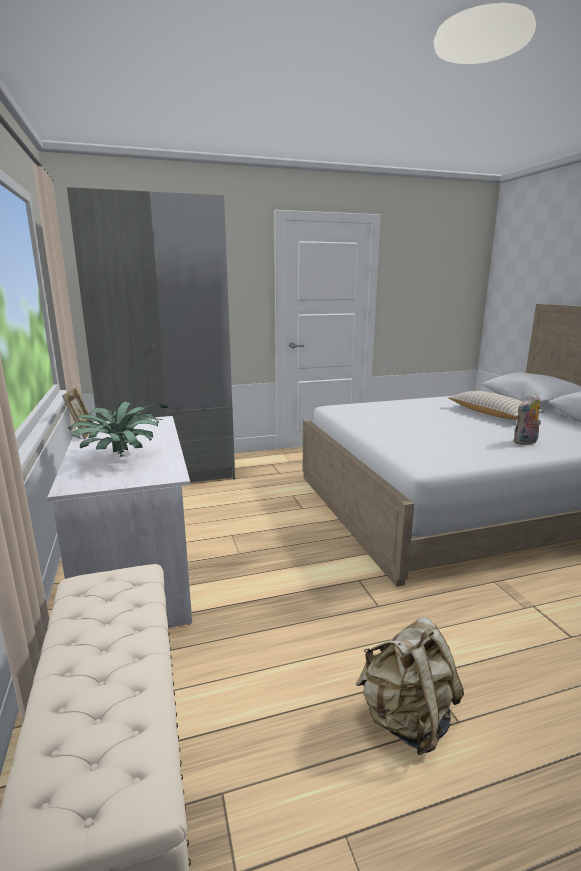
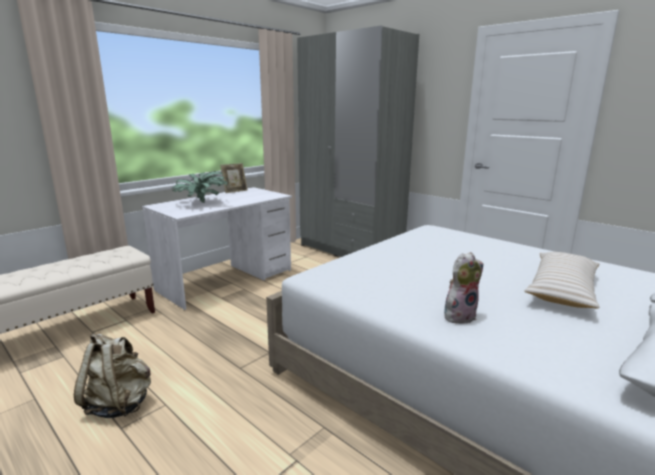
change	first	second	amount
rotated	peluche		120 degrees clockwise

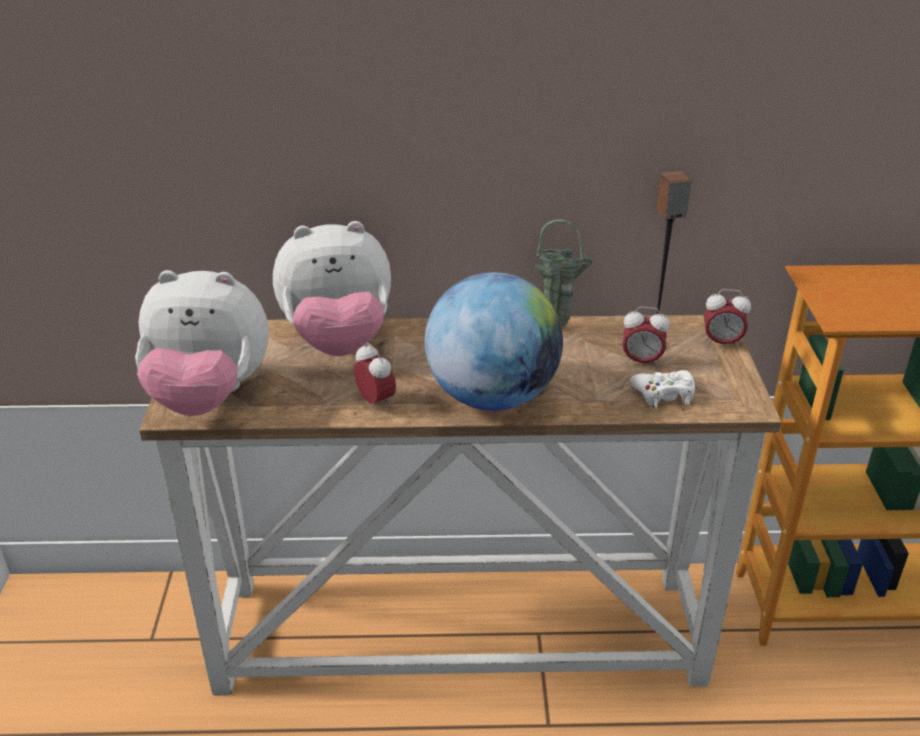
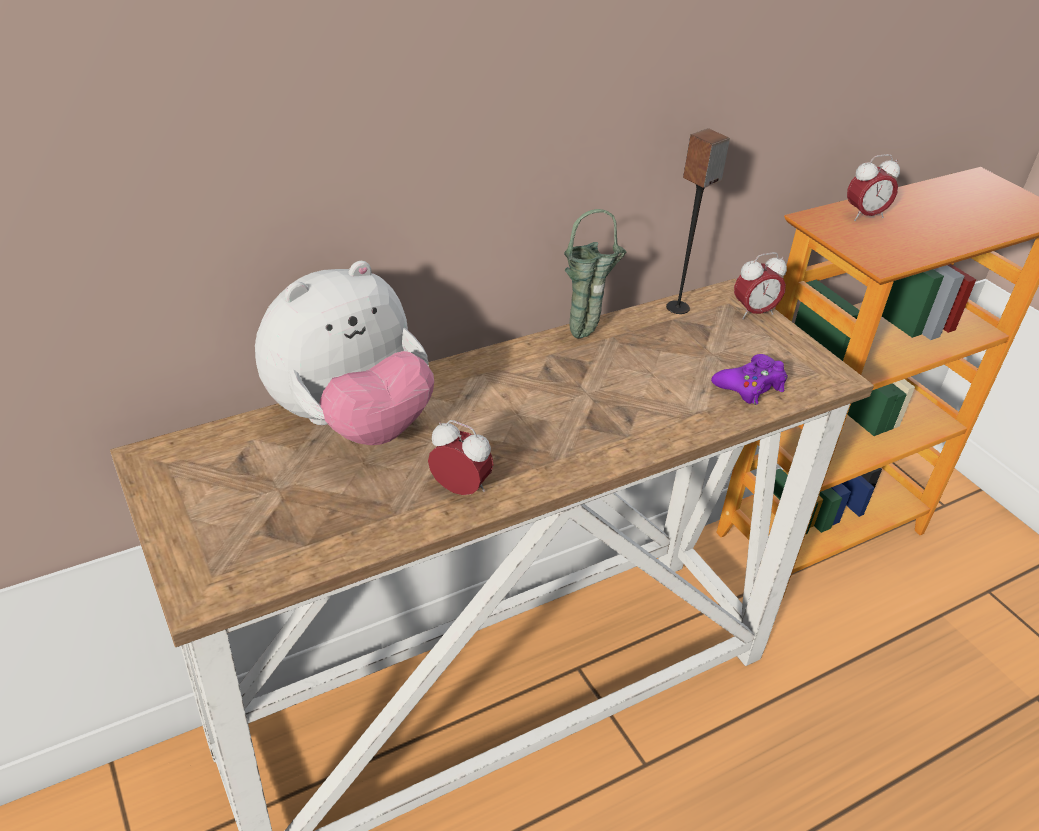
change	first	second	amount
gone	peluche (no. 1 from left)		
gone	globo terráqueo		
shifted	despertador (no. 2 from left in the first image)	despertador (no. 3 from left)	
repainted	mando de consola (blanco)	mando de consola (morado)	

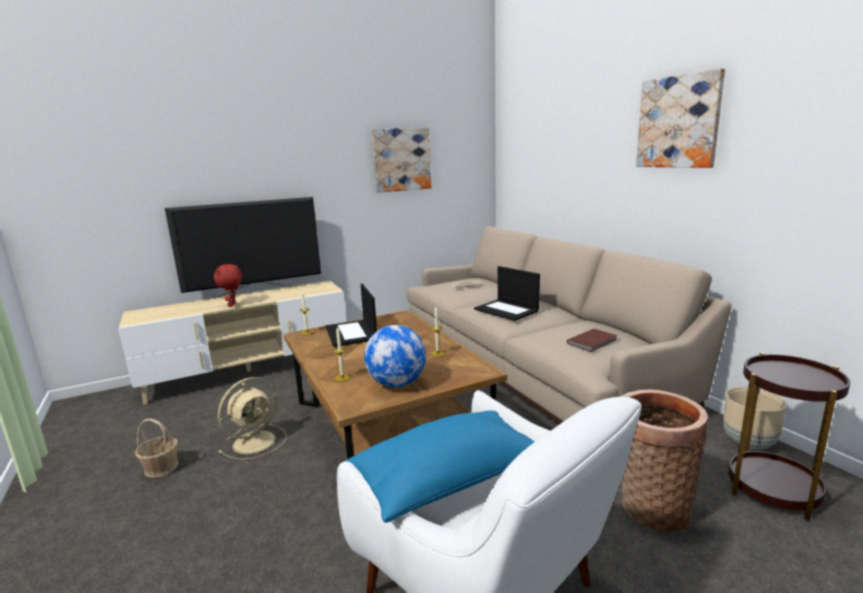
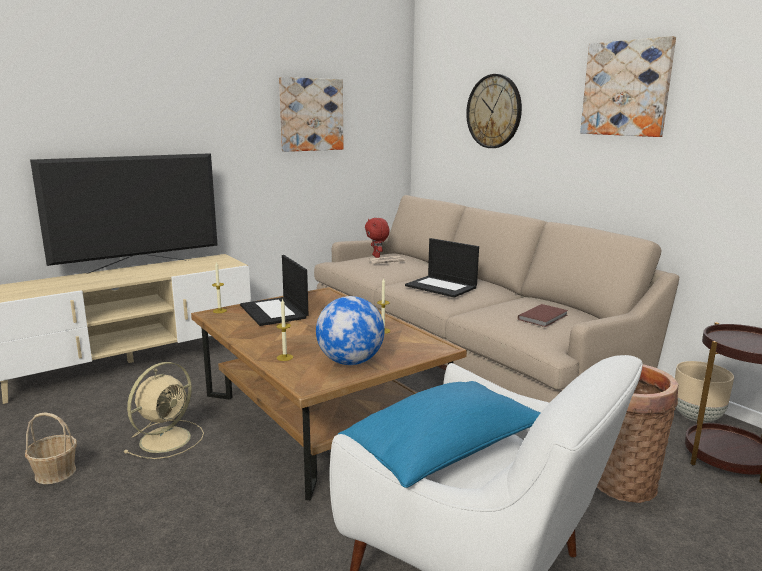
change	first	second	amount
shifted	peluche (rojo)		
new		reloj de pared	

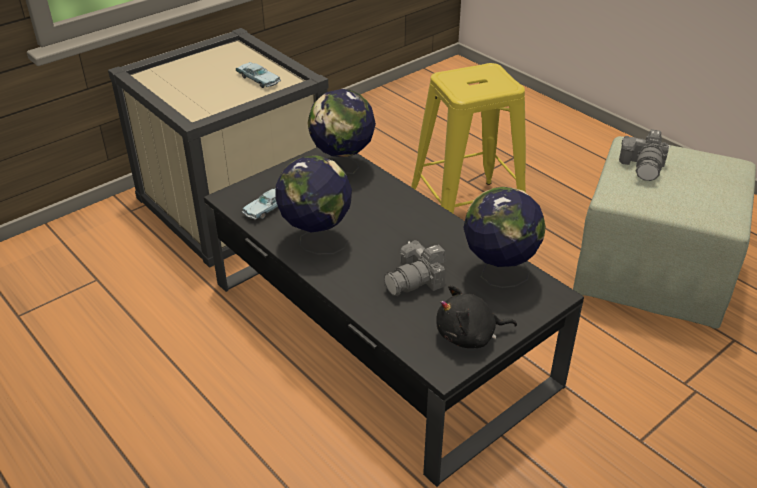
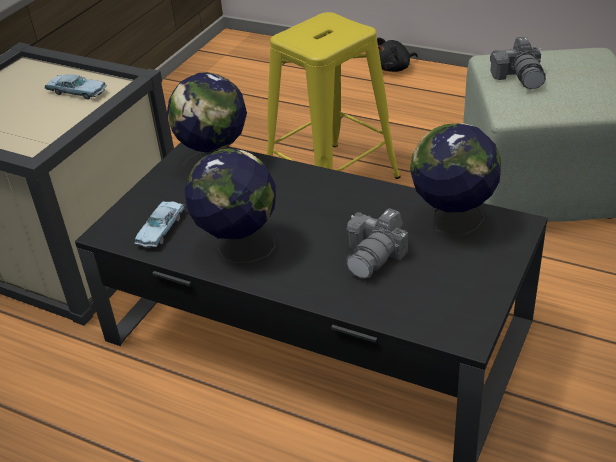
change	first	second	amount
shifted	peluche (negro)		

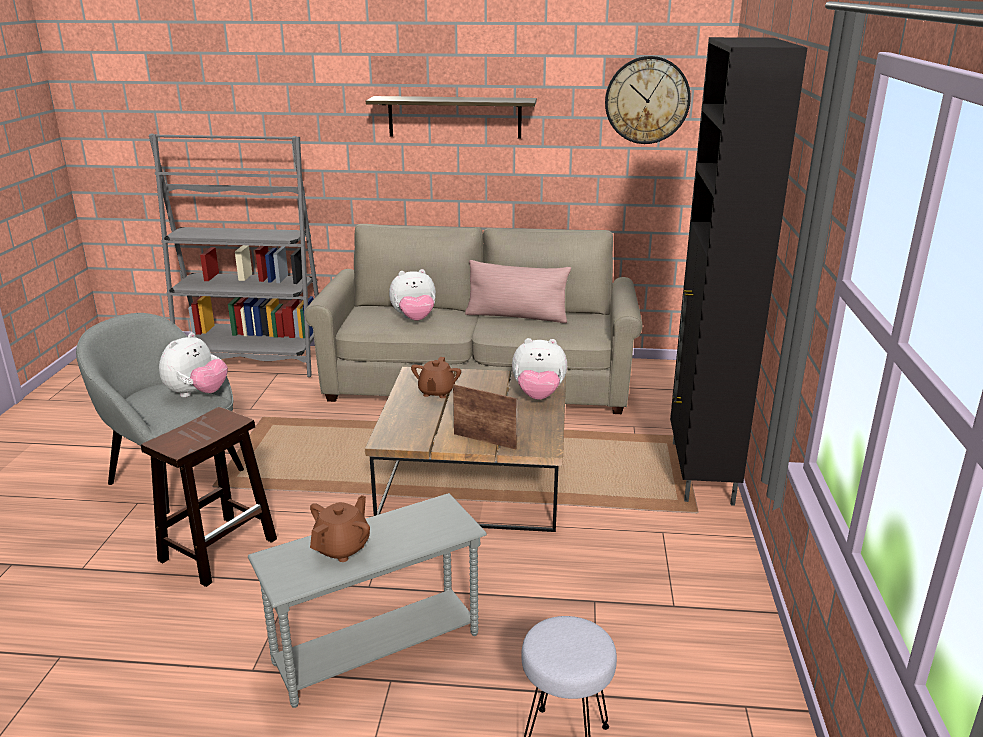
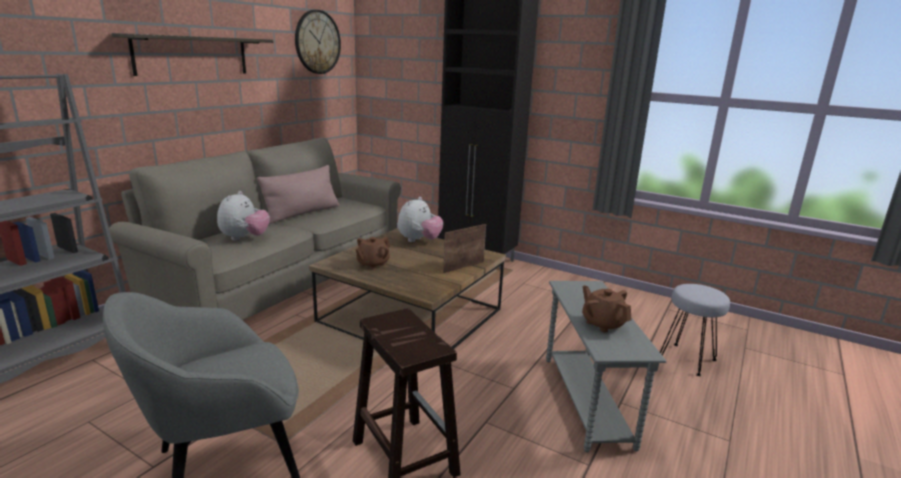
change	first	second	amount
gone	peluche (no. 1 from left)		
rotated	tetera (marrón) (no. 2 from left in the first image)	tetera (marrón) (no. 1 from left)	90 degrees clockwise

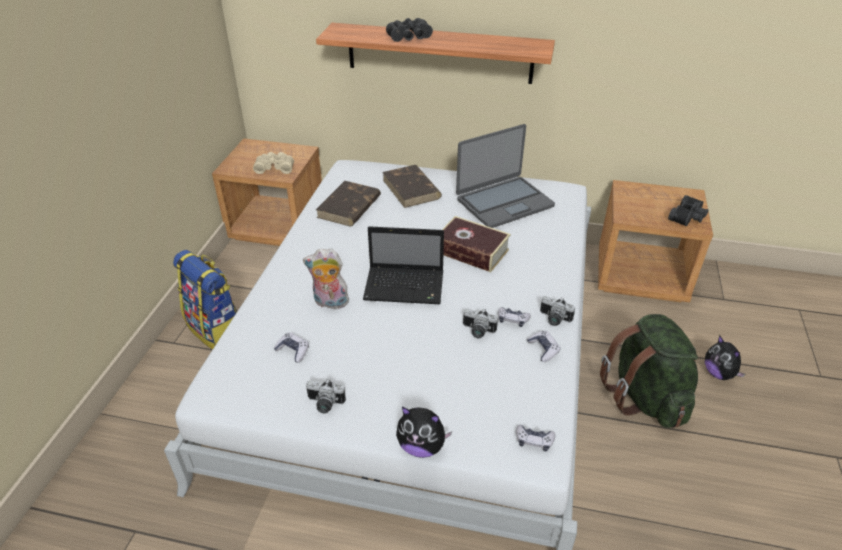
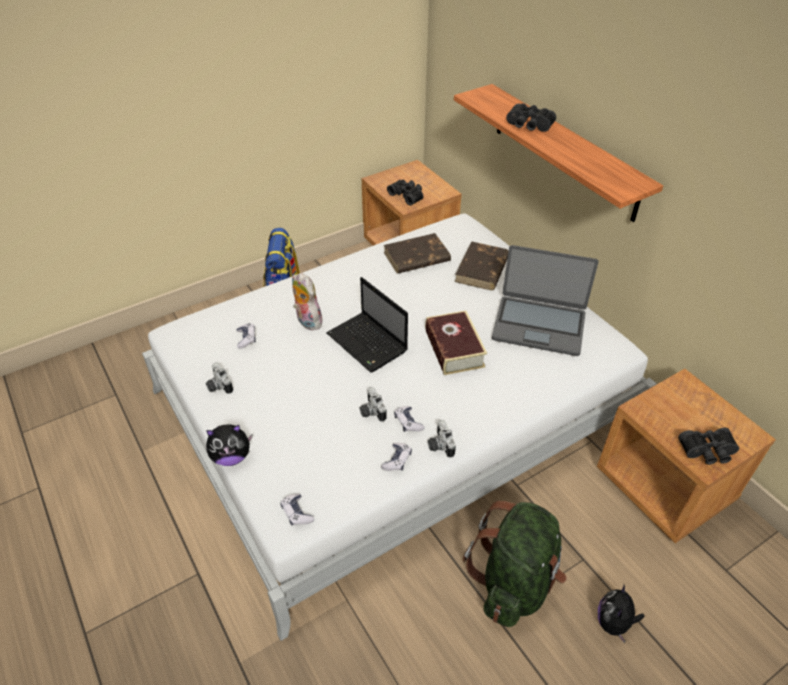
change	first	second	amount
repainted	prismáticos (beis)	prismáticos (negro) (no. 1 from left)	
rotated	peluche (no. 2 from left in the first image)	peluche (no. 1 from left)	75 degrees counterclockwise

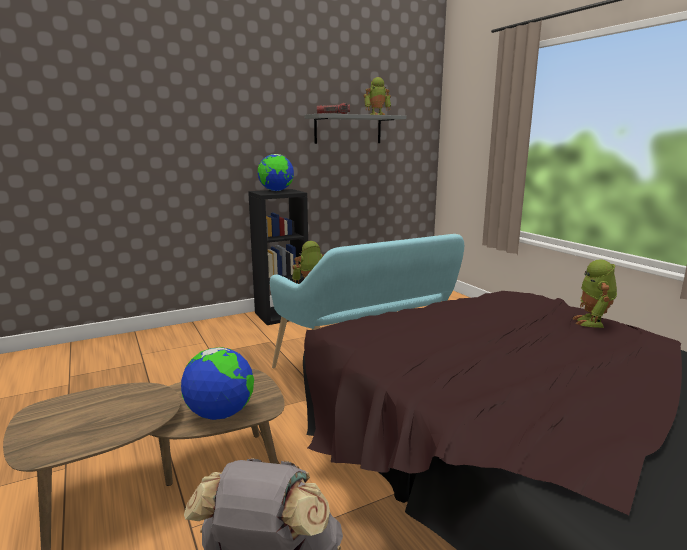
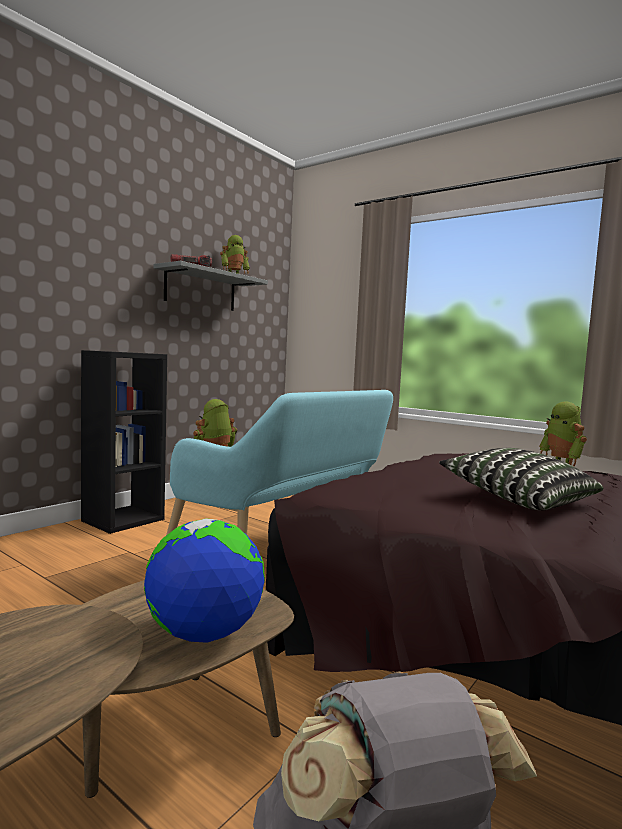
change	first	second	amount
gone	globo terráqueo (no. 2 from left)		
new		cojín	

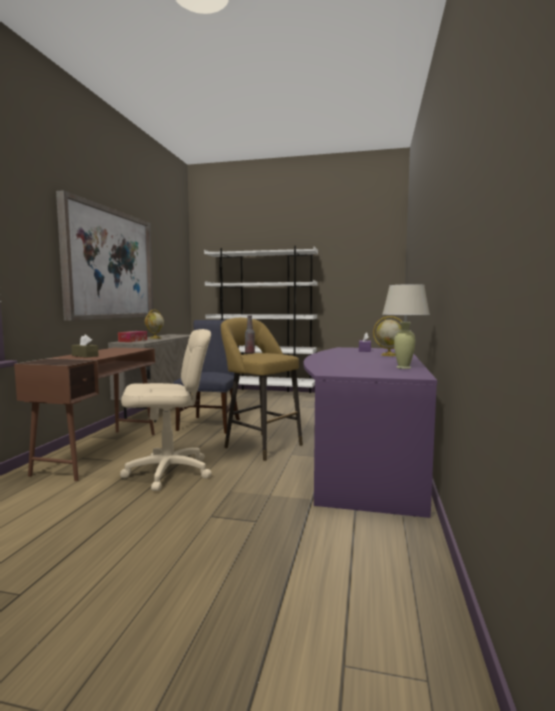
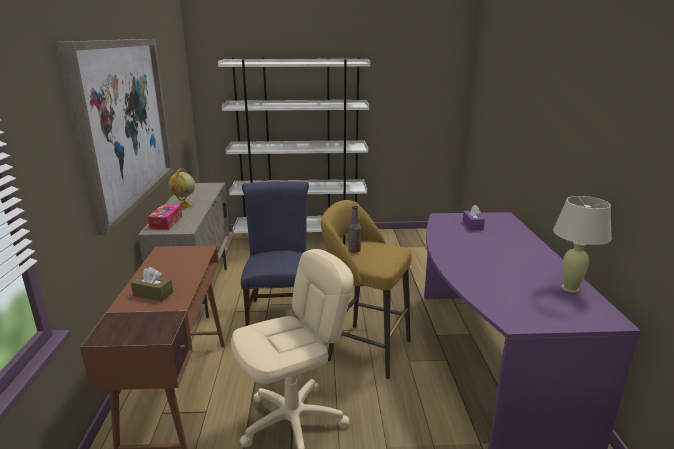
change	first	second	amount
gone	globo terráqueo (no. 2 from left)		

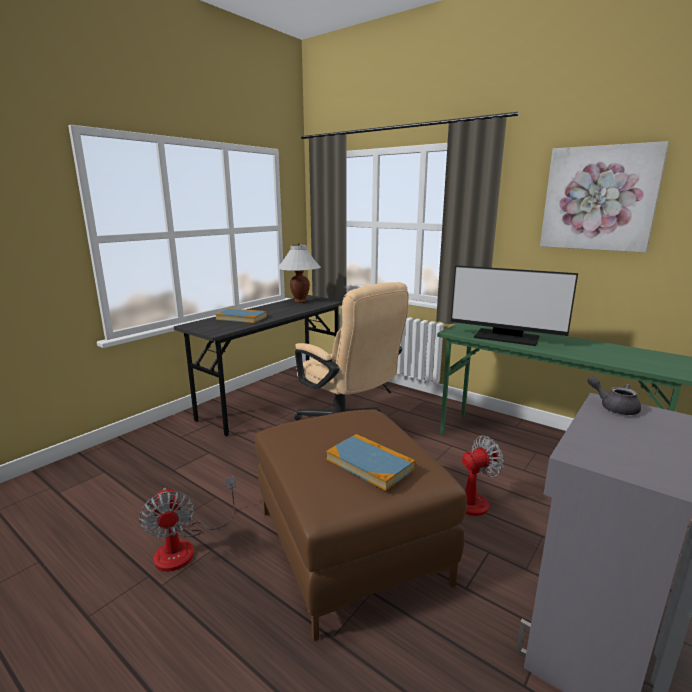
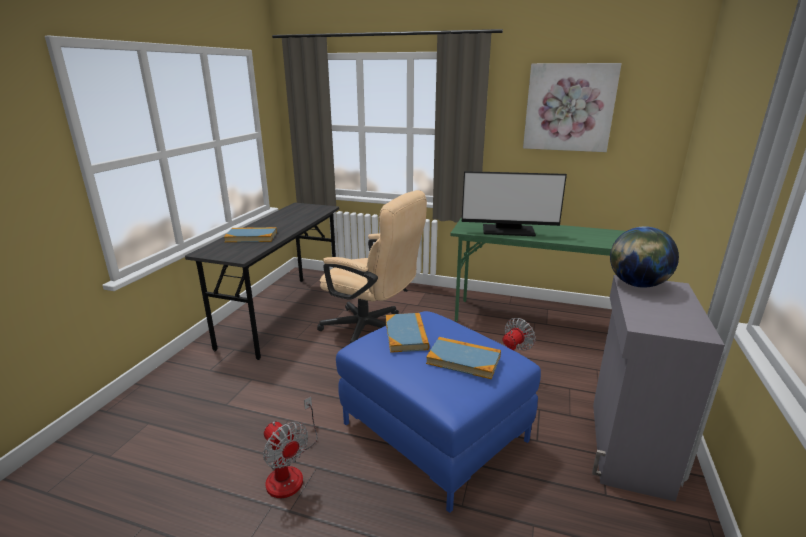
change	first	second	amount
repainted	puf (marrón)	puf (azul)	
gone	lámpara de mesa (blanco)		
swapped	tetera (gris)	globo terráqueo	
new		libro (no. 2 from left)	

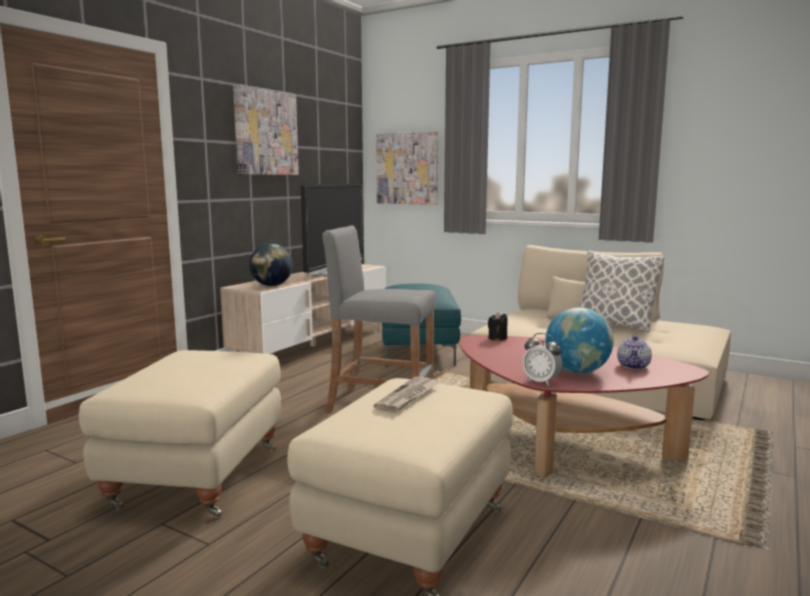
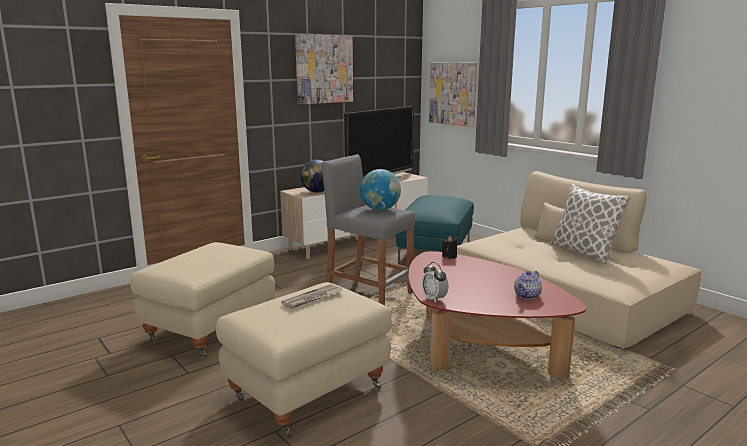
change	first	second	amount
shifted	globo terráqueo (no. 2 from left)		

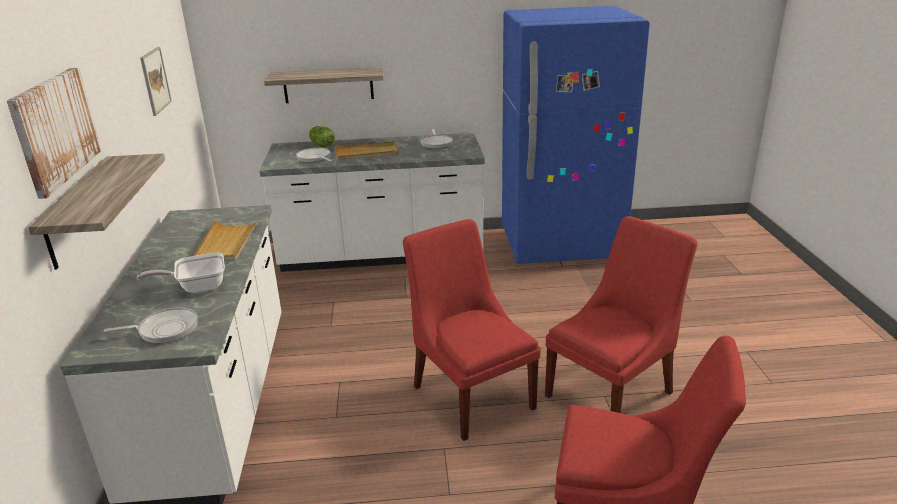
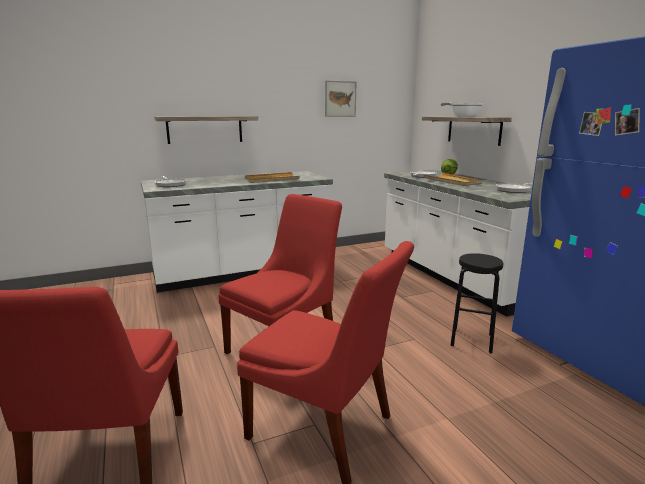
change	first	second	amount
gone	cuadro (no. 1 from left)		
shifted	sartén (no. 2 from left in the first image)	sartén (no. 3 from left)	
new		taburete (negro)	

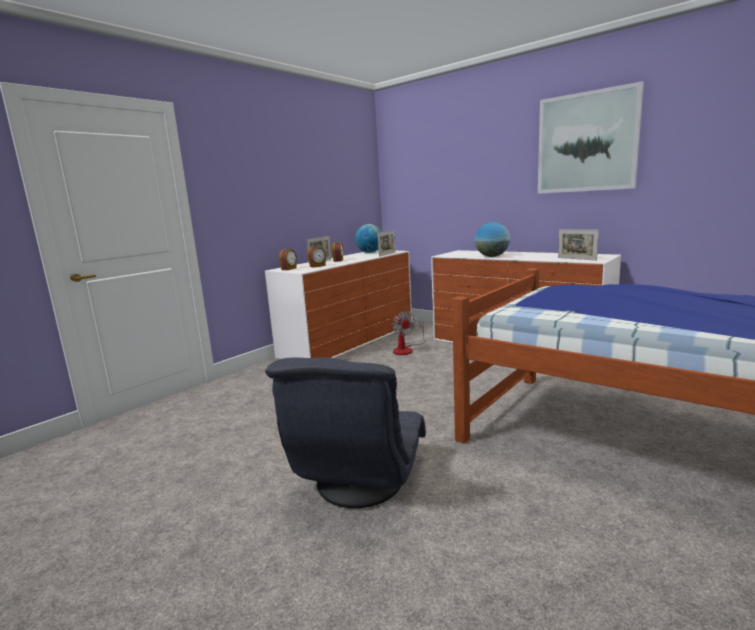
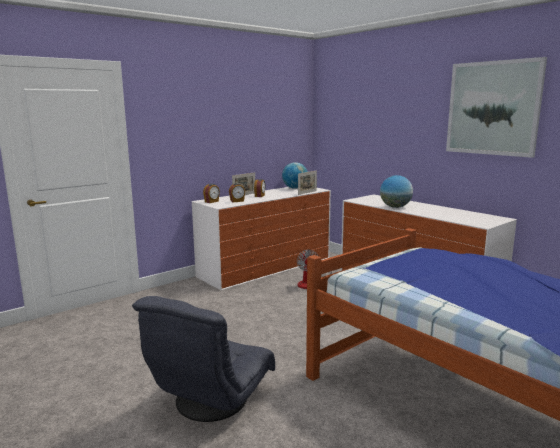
change	first	second	amount
gone	portarretratos (no. 3 from left)		

